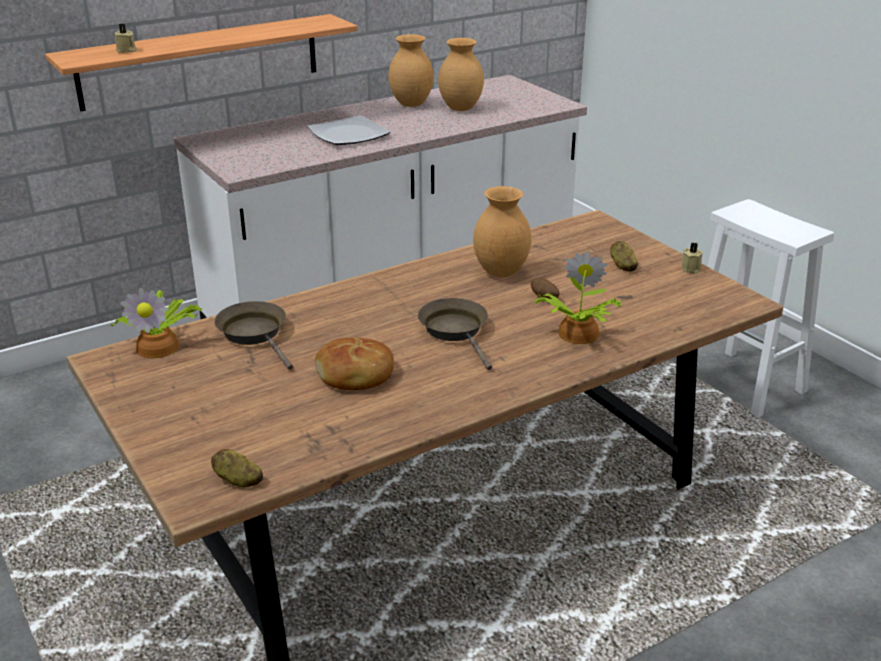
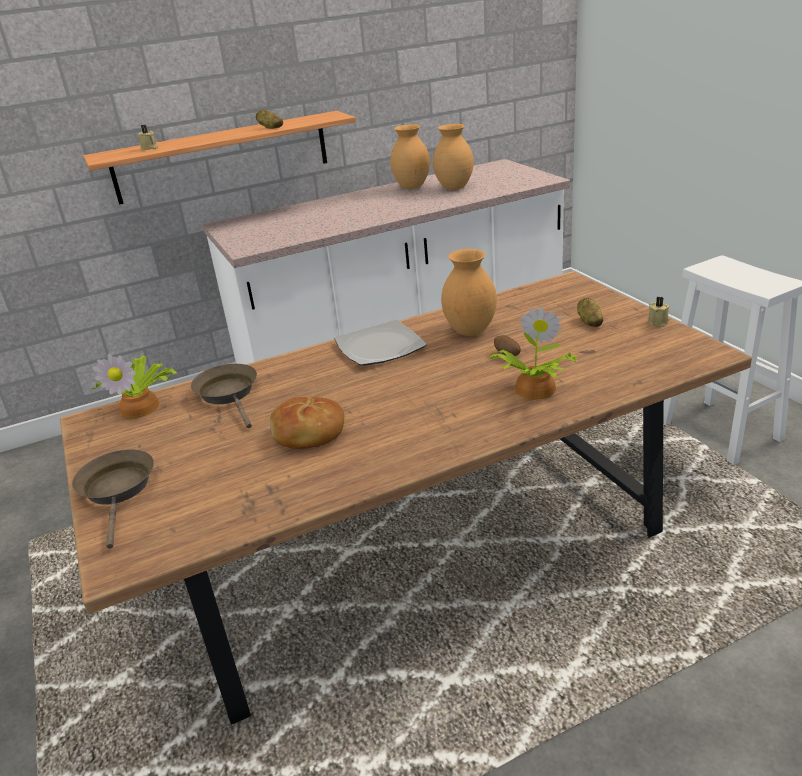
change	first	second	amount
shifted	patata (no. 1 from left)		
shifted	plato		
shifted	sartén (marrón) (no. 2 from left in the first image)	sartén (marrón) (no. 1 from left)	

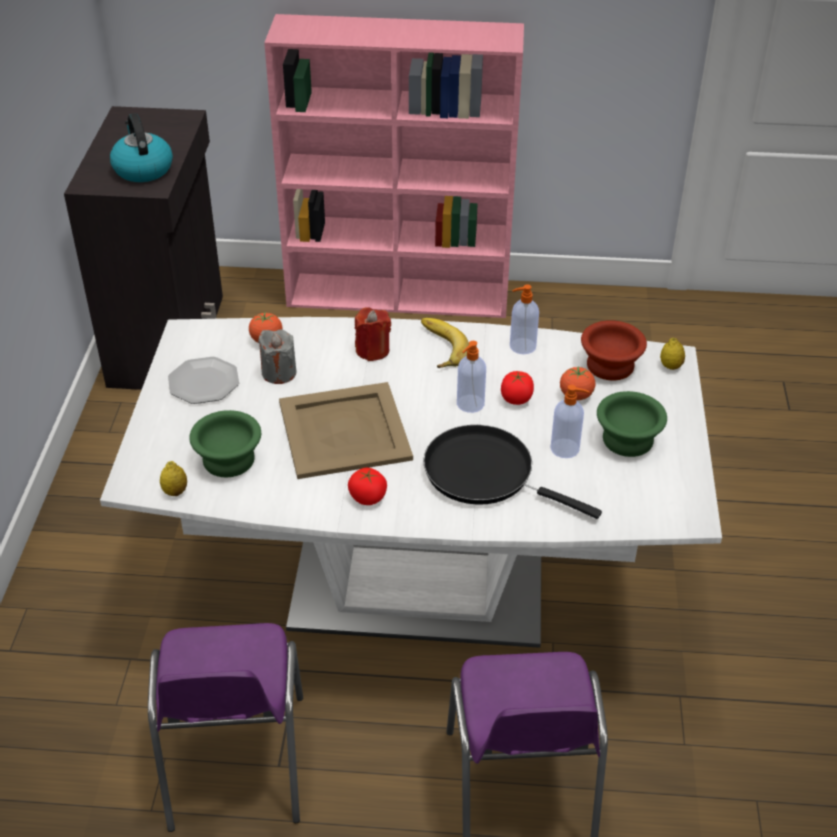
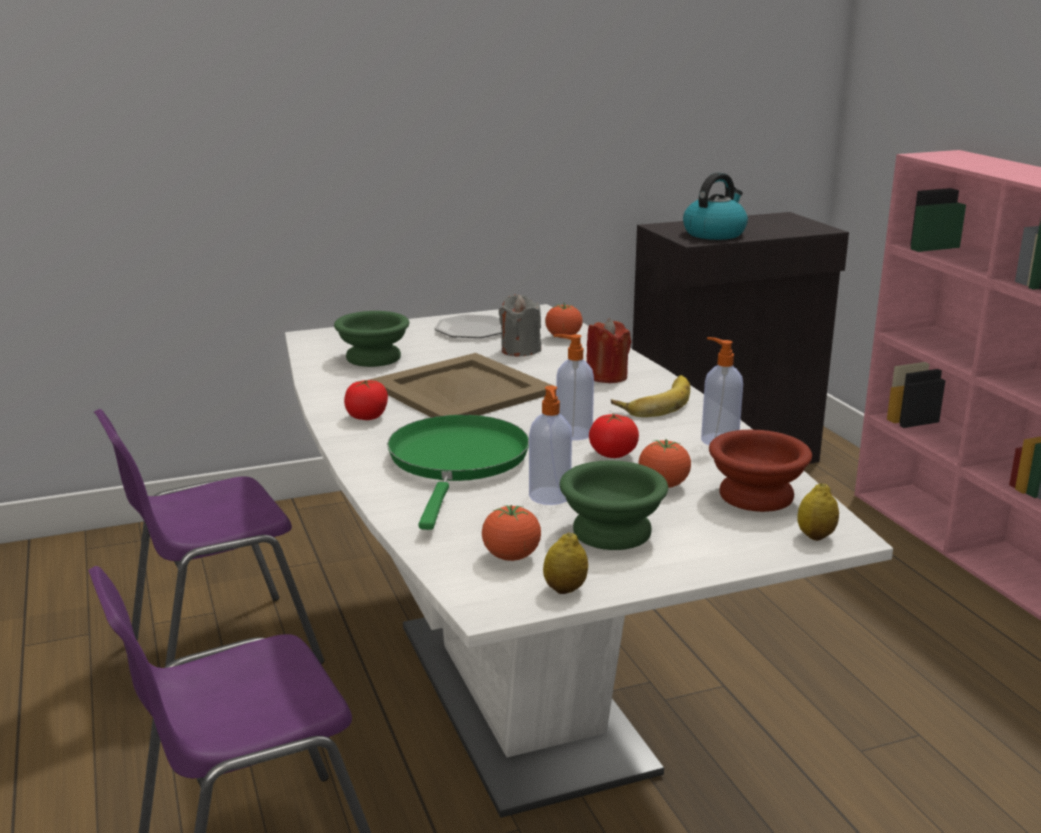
change	first	second	amount
shifted	limón (no. 1 from left)		
repainted	sartén (negro)	sartén (verde)	
new		tomate (no. 2 from left)	

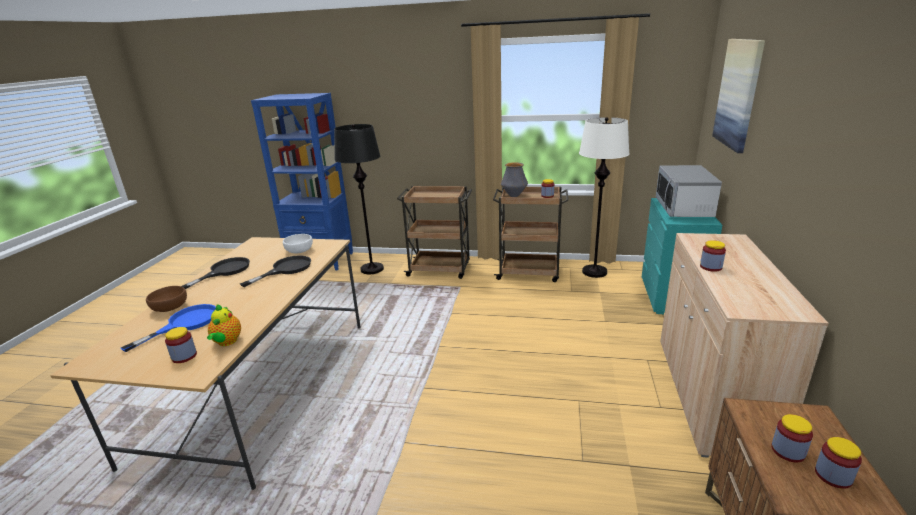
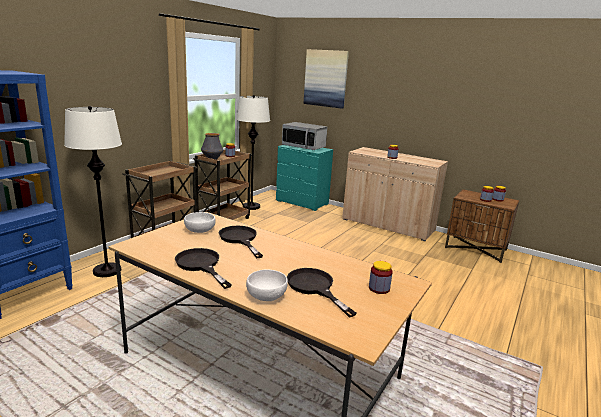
change	first	second	amount
repainted	sartén (azul)	sartén (negro) (no. 3 from left)	
repainted	cuenco (marrón)	cuenco (blanco) (no. 2 from left)	
gone	tetera		
repainted	lámpara de pie (negro)	lámpara de pie (blanco) (no. 1 from left)	

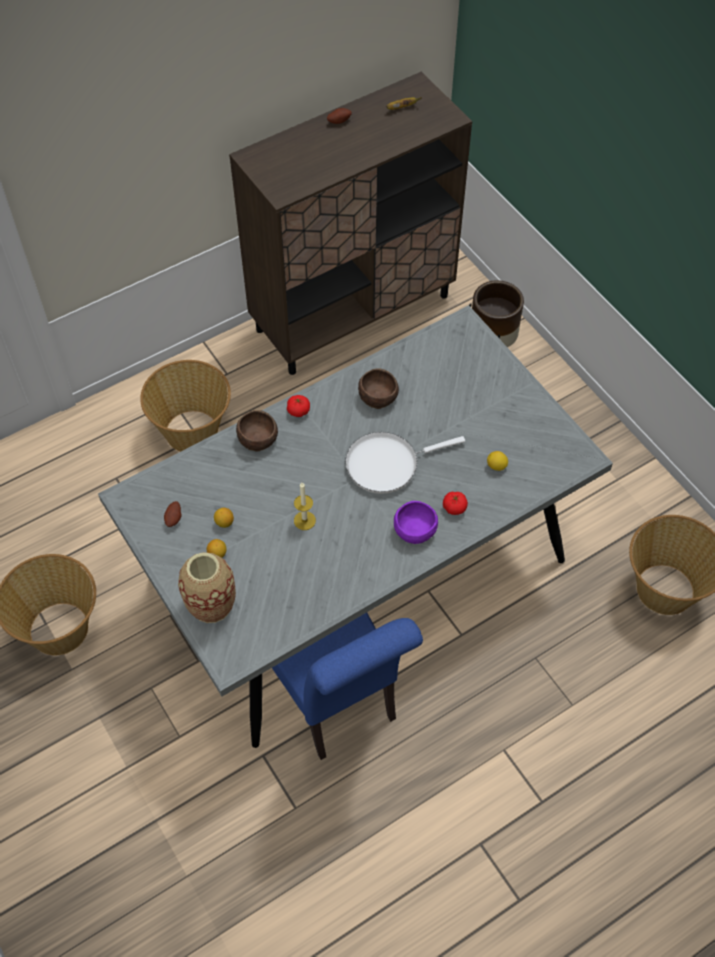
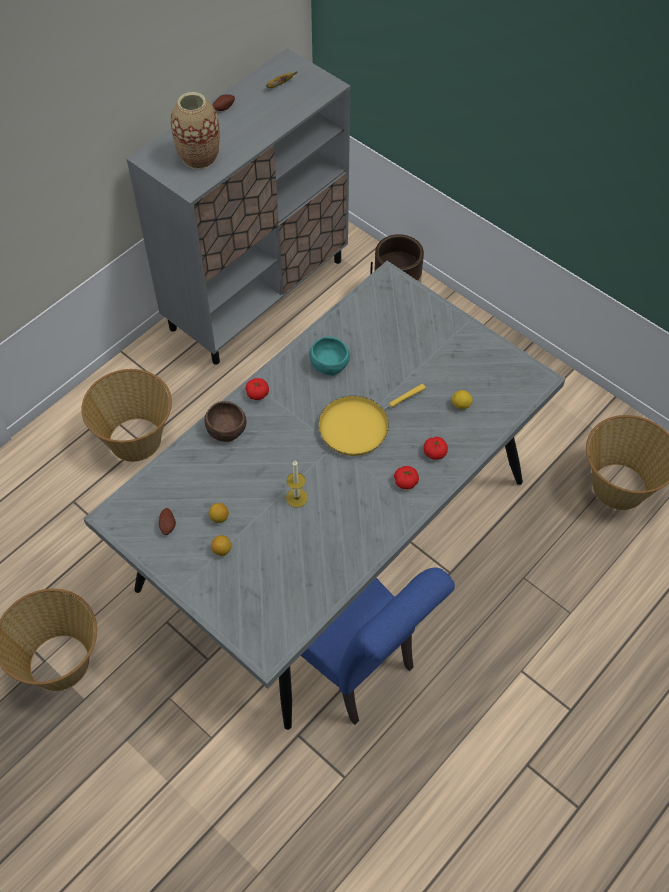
change	first	second	amount
shifted	florero		
repainted	armario (marrón)	armario (gris)	
repainted	sartén (blanco)	sartén (amarillo)	
repainted	cuenco (marrón) (no. 2 from left)	cuenco (turquesa)	
swapped	cuenco (morado)	tomate (no. 2 from left)	

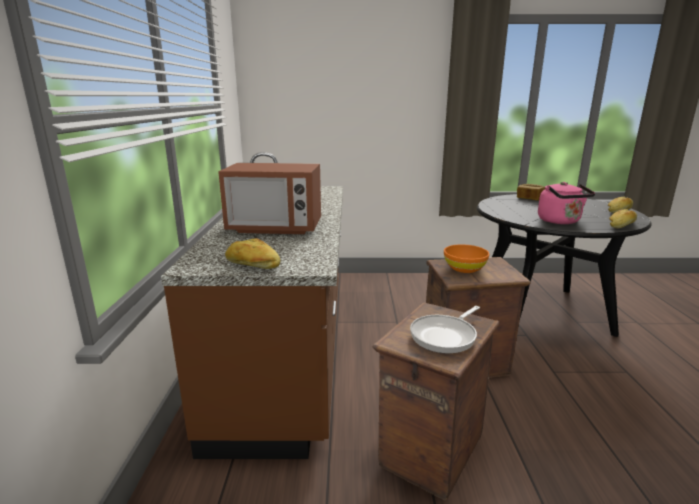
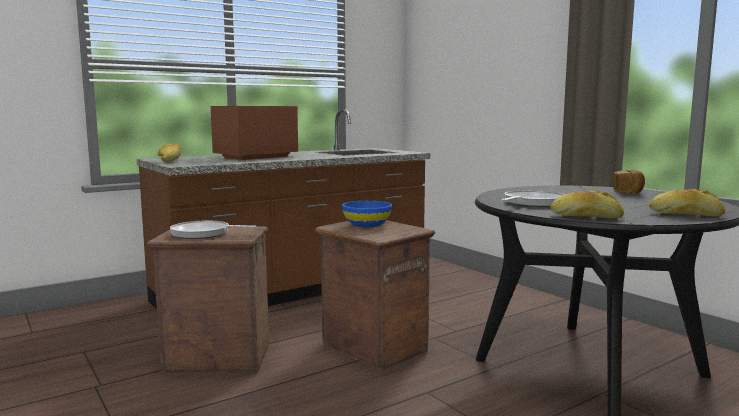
change	first	second	amount
rotated	microondas		75 degrees clockwise
repainted	cuenco (naranja)	cuenco (azul)	
swapped	hervidor (rosa)	sartén (no. 2 from left)	

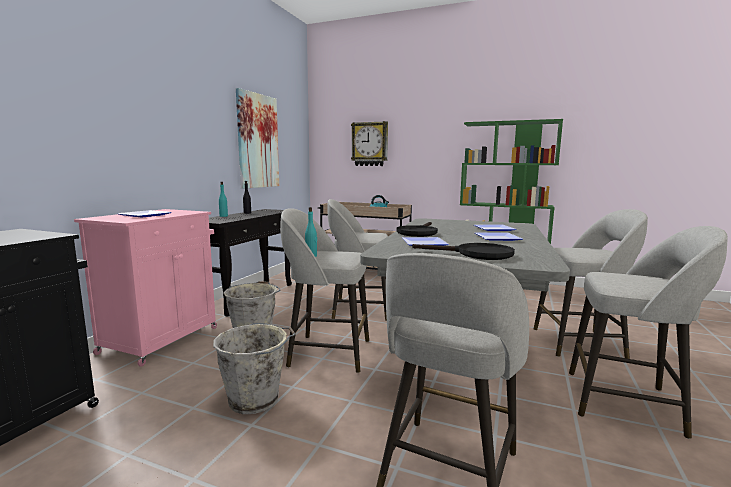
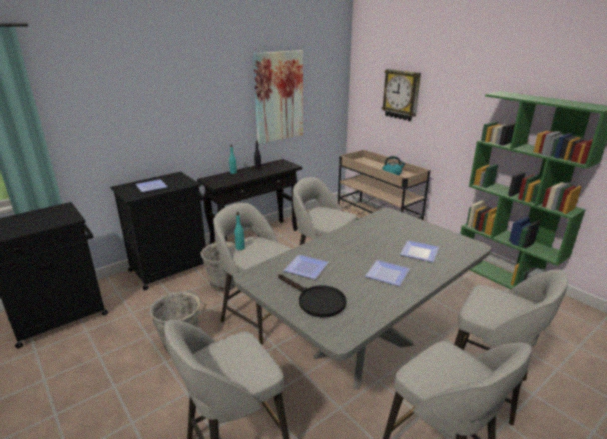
change	first	second	amount
repainted	armario (rosa)	armario (negro) (no. 2 from left)	
gone	sartén (negro) (no. 1 from left)		

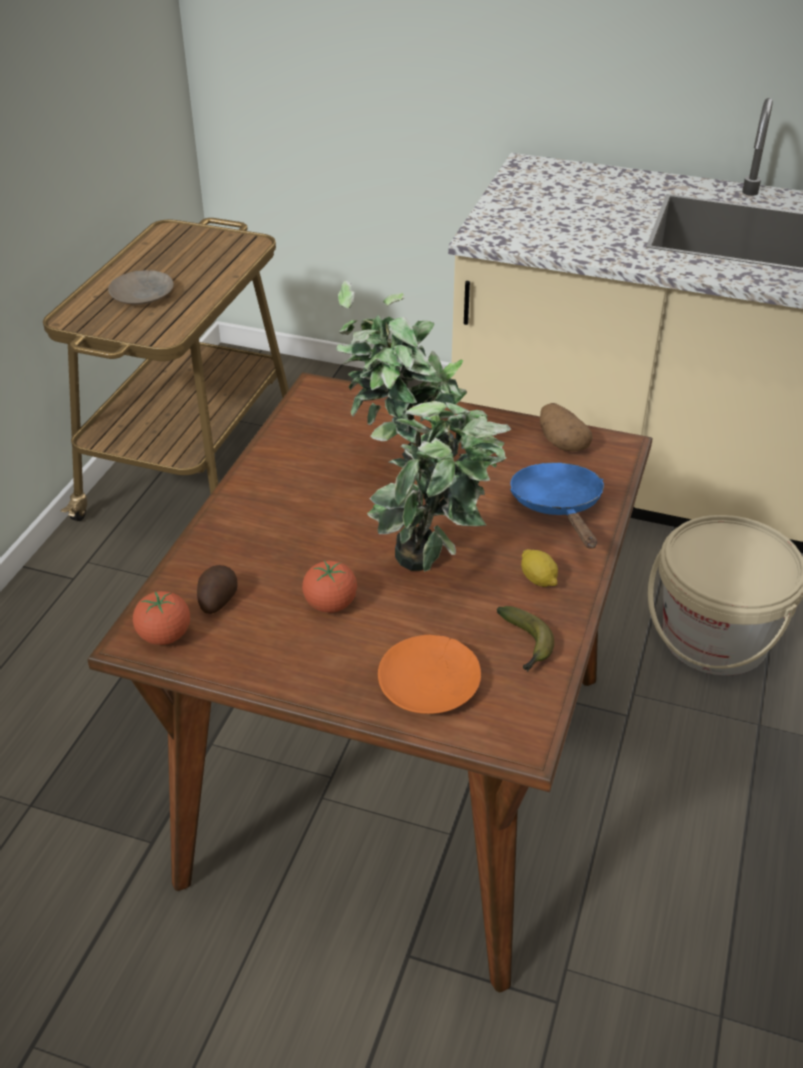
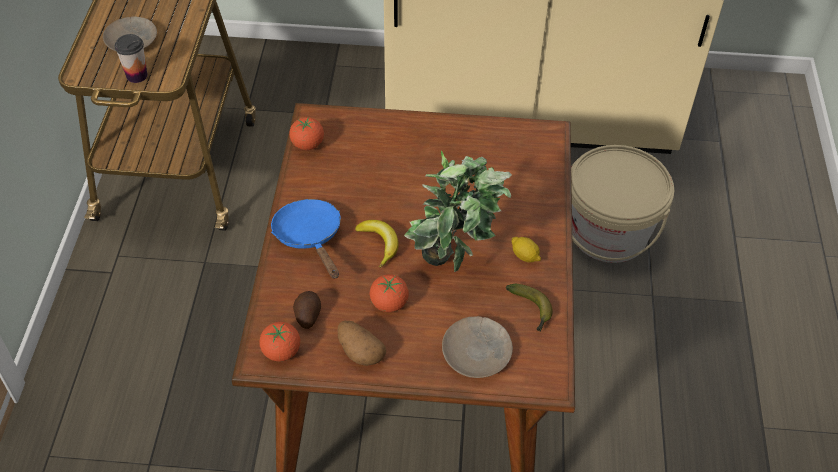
change	first	second	amount
gone	planta en maceta (no. 1 from left)		
repainted	plato (naranja)	plato (beis) (no. 2 from left)	
shifted	sartén (azul)		
shifted	patata (no. 2 from left)		
new		taza	
new		tomate (no. 2 from left)	
new		plátano (no. 1 from left)	

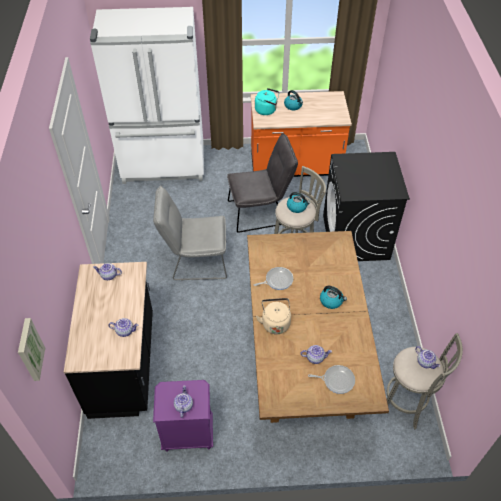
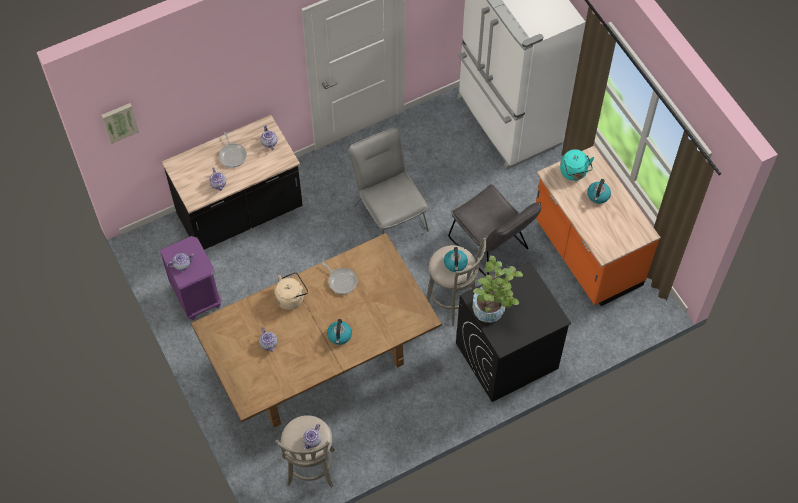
change	first	second	amount
shifted	sartén (no. 2 from left in the first image)	sartén (no. 1 from left)	
new		planta en maceta	

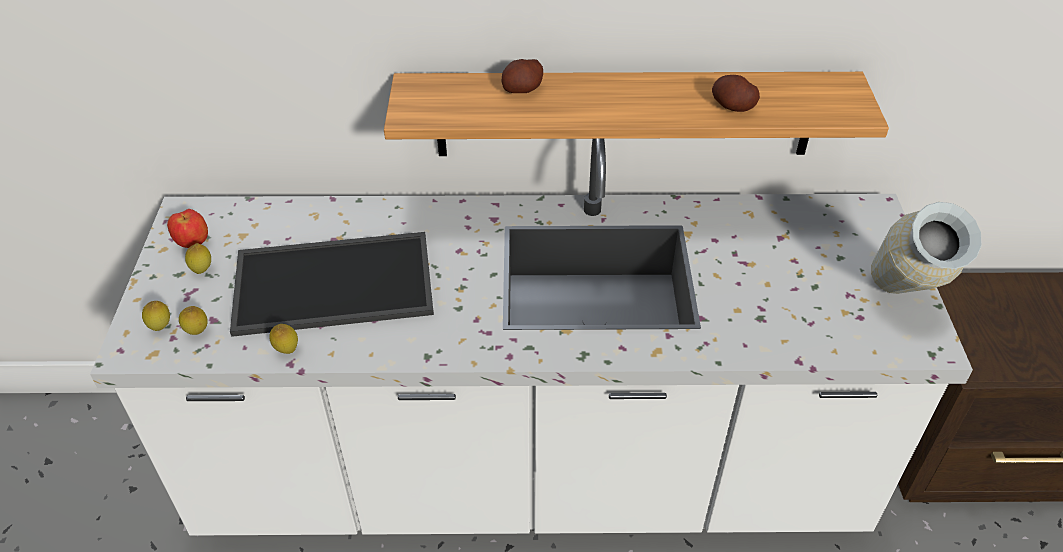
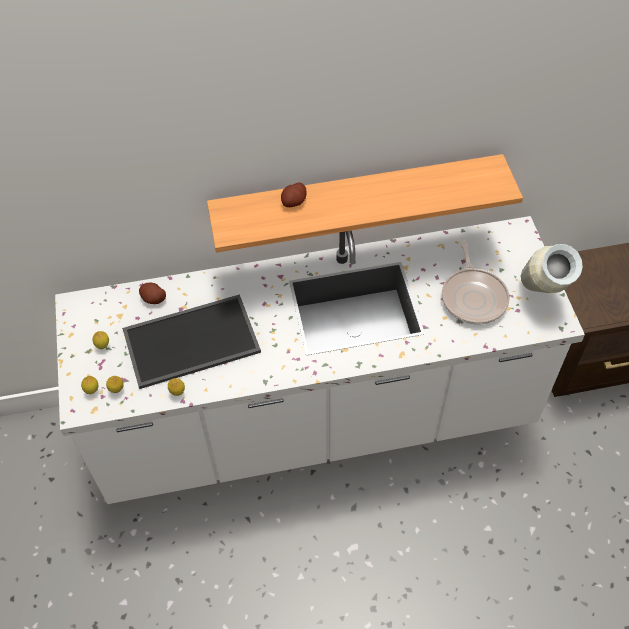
change	first	second	amount
gone	manzana		
shifted	patata (no. 2 from left in the first image)	patata (no. 1 from left)	
new		sartén	

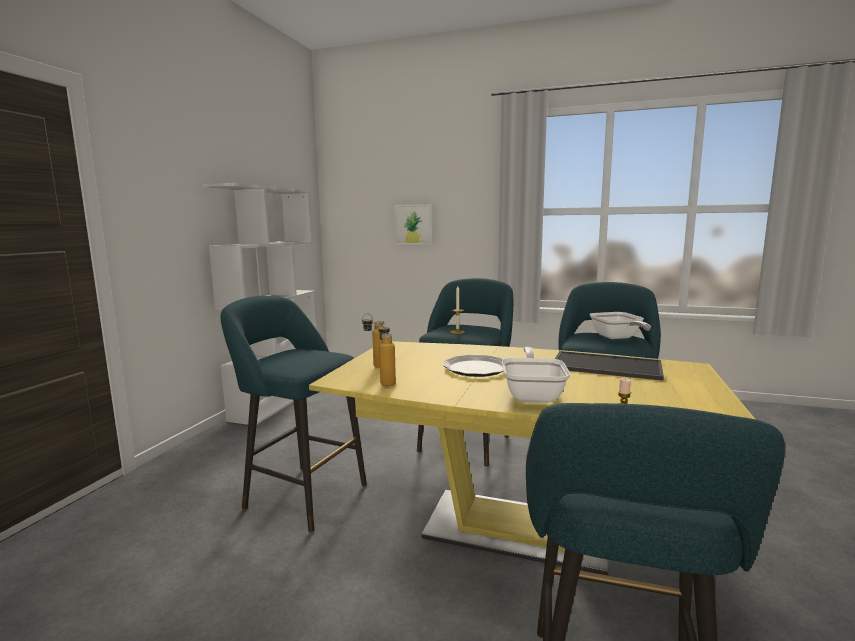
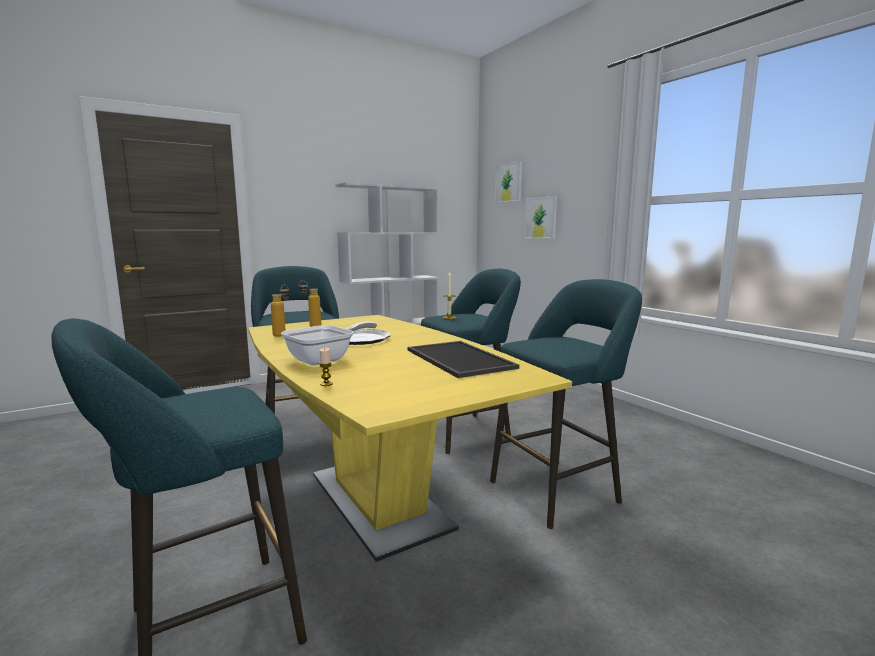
change	first	second	amount
gone	sartén (no. 2 from left)		
new		cuadro (no. 1 from left)	

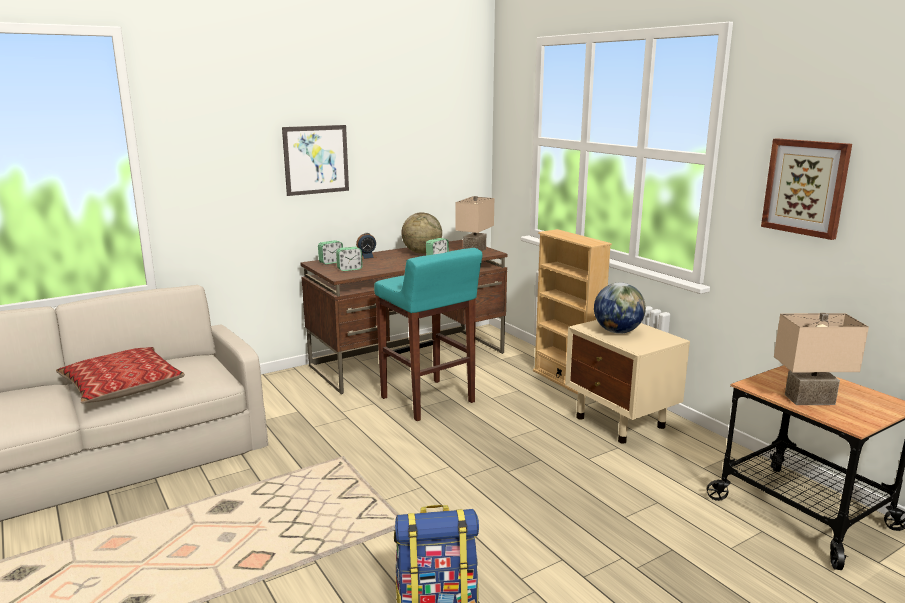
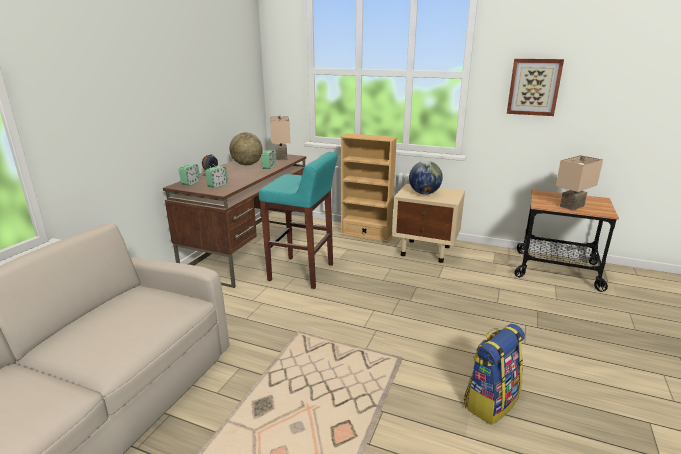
change	first	second	amount
gone	cojín		
gone	cuadro (no. 1 from left)		

